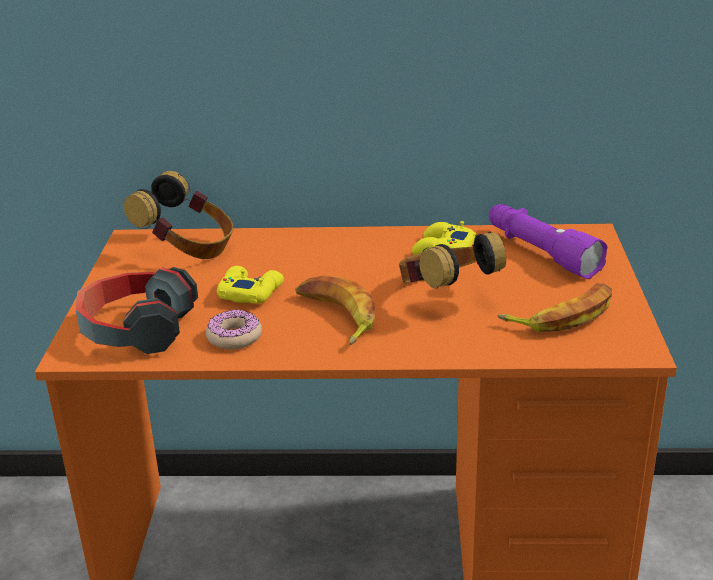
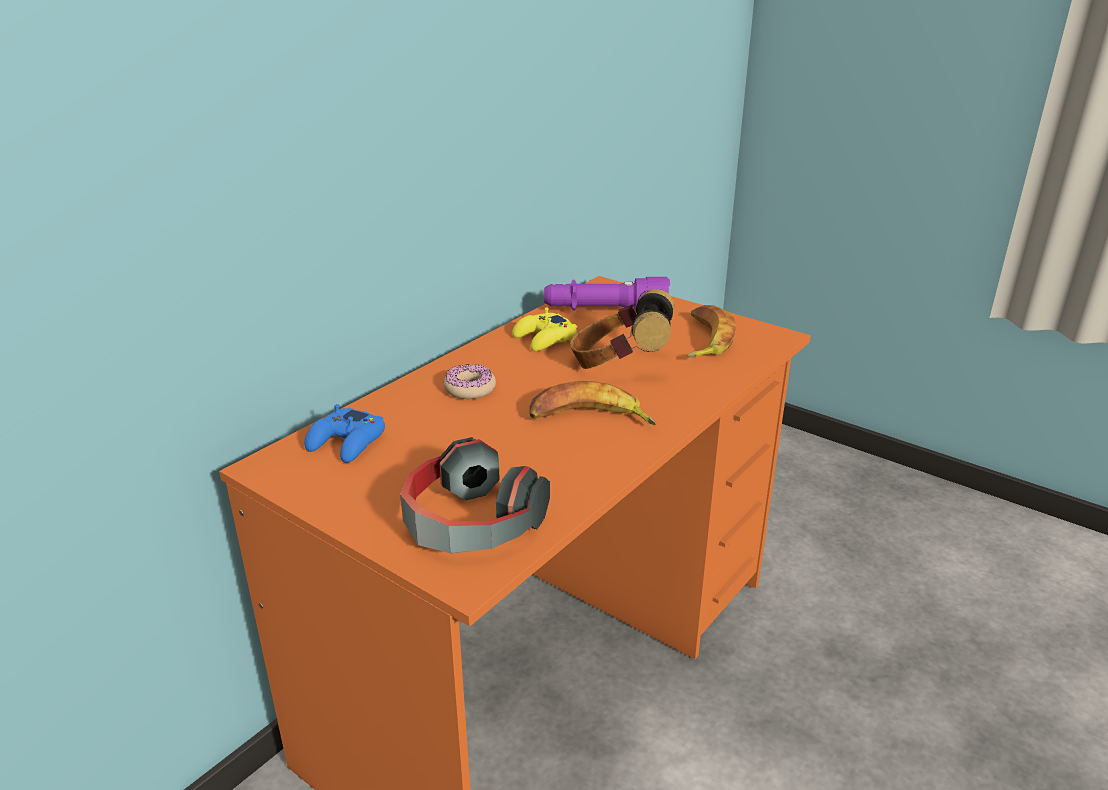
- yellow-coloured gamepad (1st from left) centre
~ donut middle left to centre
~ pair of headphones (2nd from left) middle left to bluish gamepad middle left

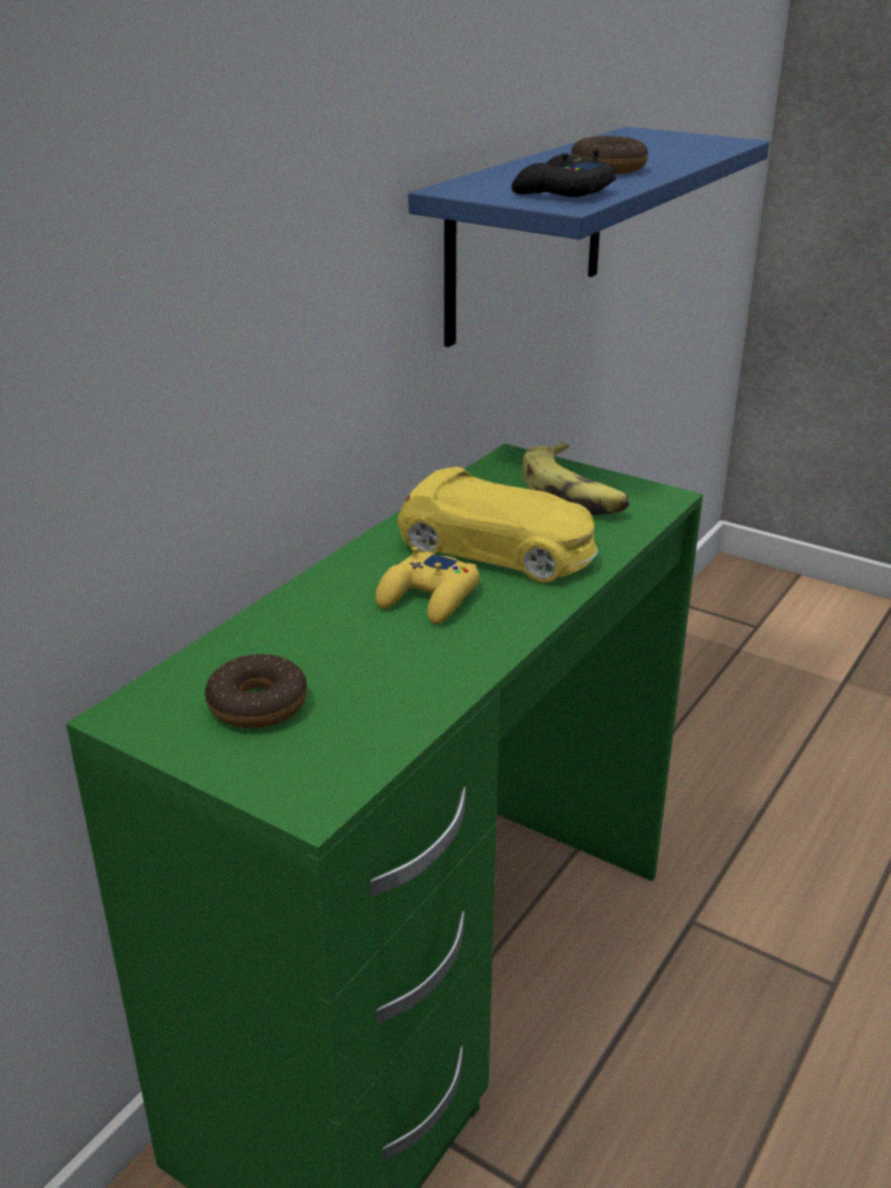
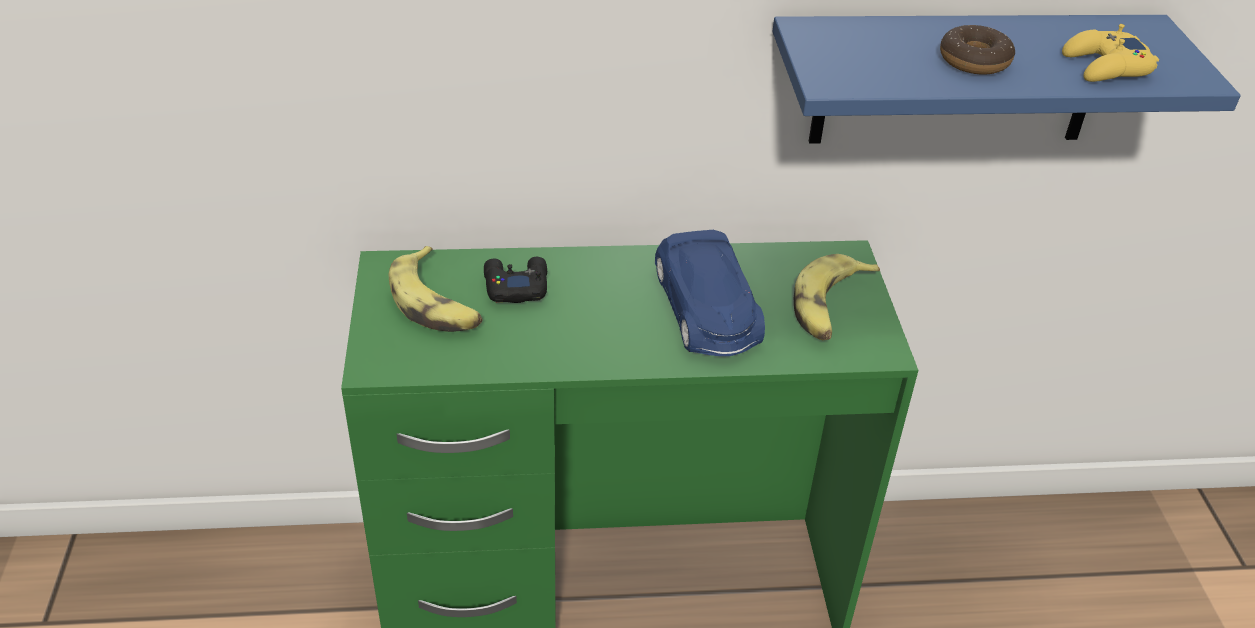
~ yellow-coloured gamepad centre to top right
~ black-coloured gamepad top centre to centre
~ donut (1st from left) middle left to whole banana (1st from left) centre
~ yellow-coloured miniature car centre to bluish miniature car centre

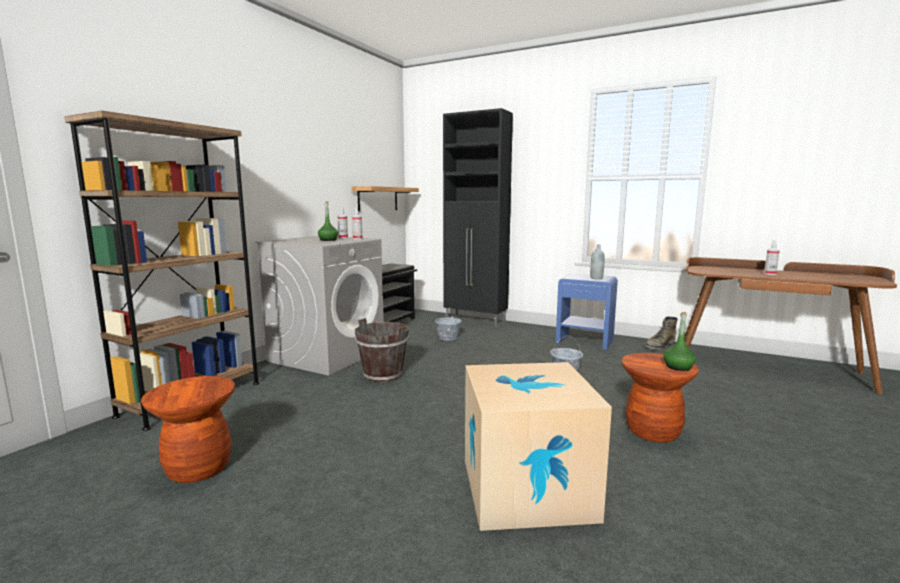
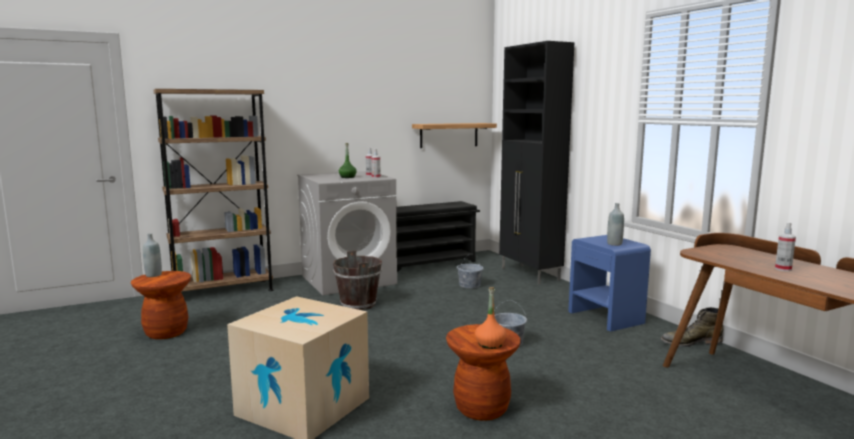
+ greyish drink bottle (1st from left) middle left
~ greenish drink bottle (2nd from left) middle right to orange drink bottle bottom centre

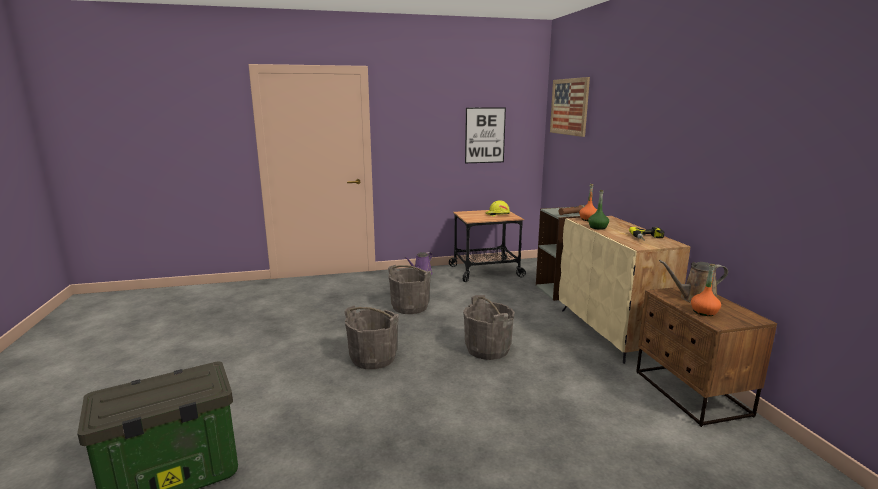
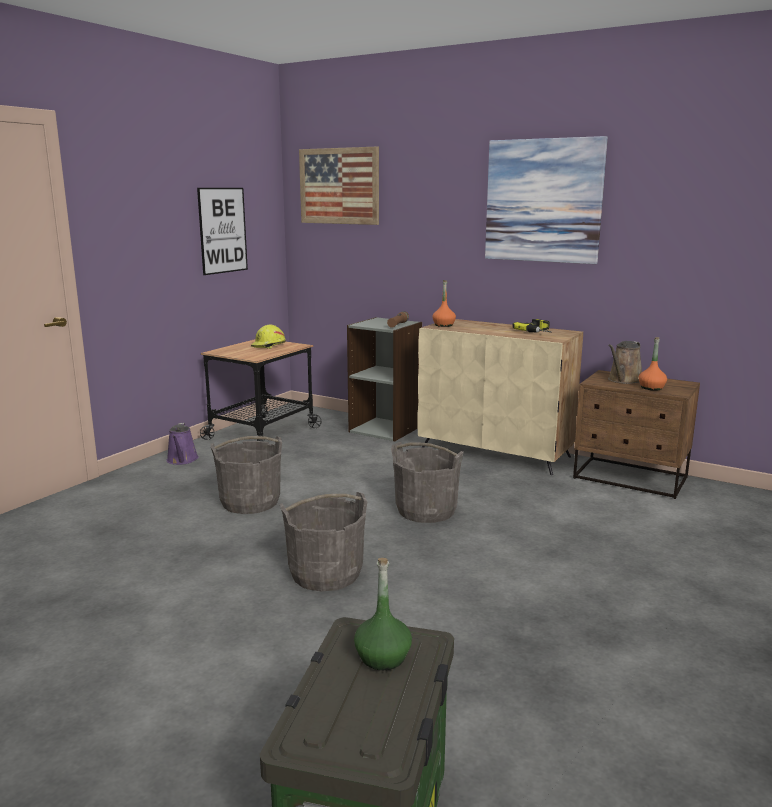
+ wall picture (3rd from left) top right
~ greenish drink bottle middle right to bottom centre

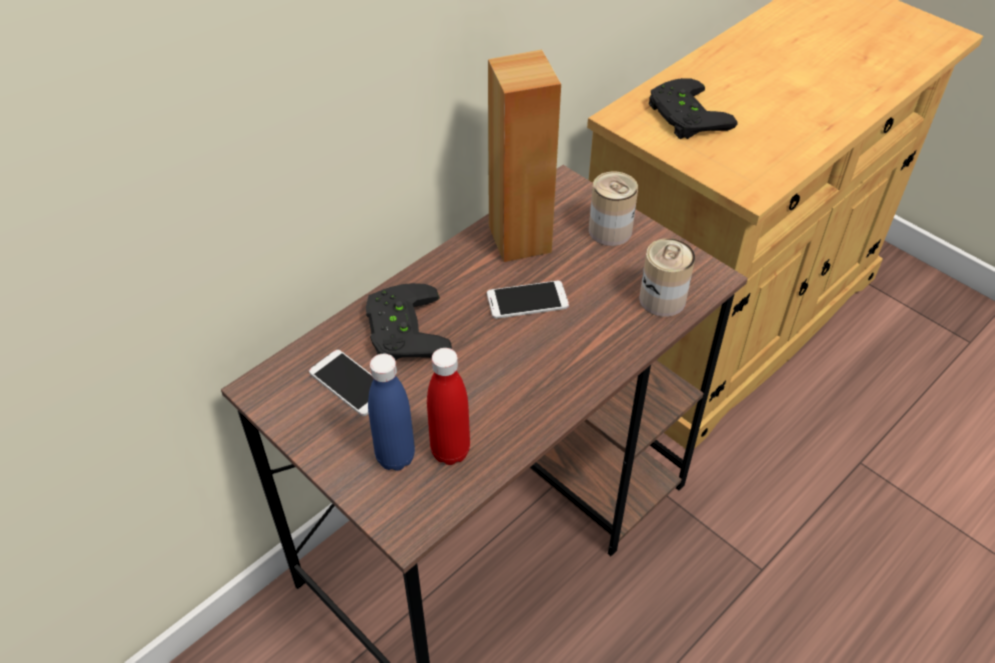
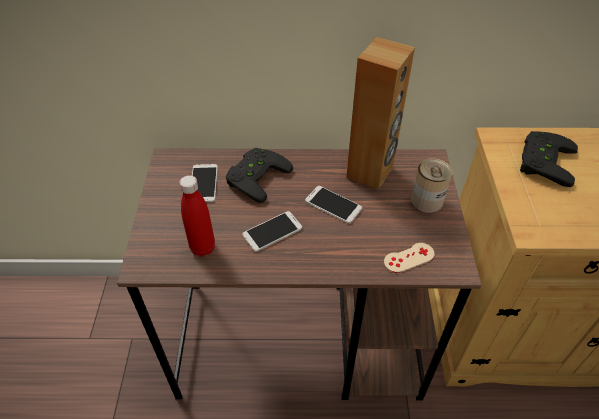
- bluish drink bottle centre
+ phone (2nd from left) centre
~ can (2nd from left) middle right to beige gamepad middle right

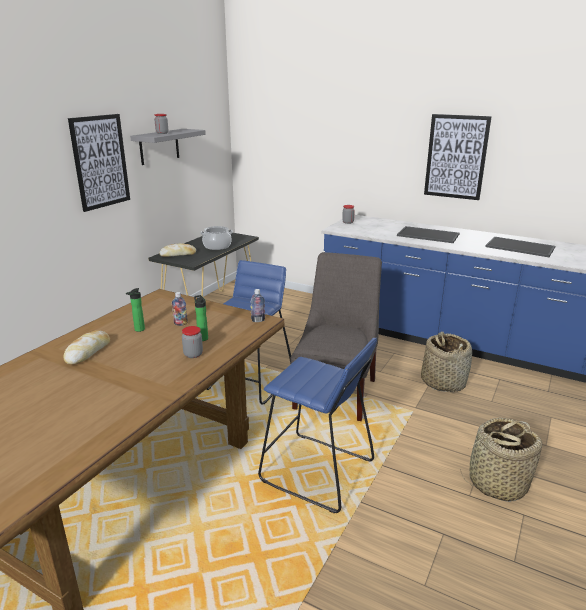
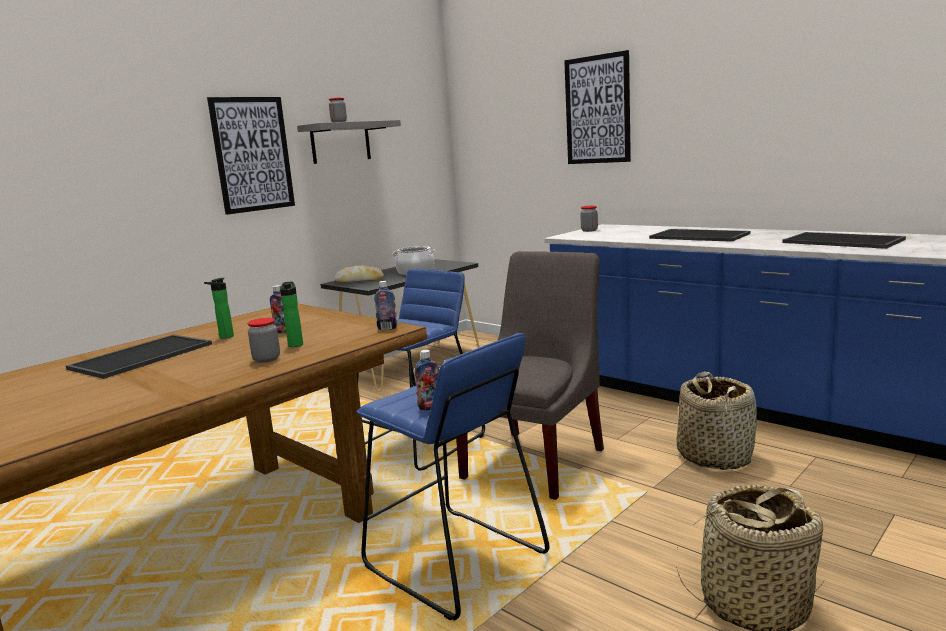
+ drink bottle (5th from left) centre
~ wall picture (2nd from left) top right to top centre
~ baked bread (1st from left) middle left to serving tray (1st from left) middle left

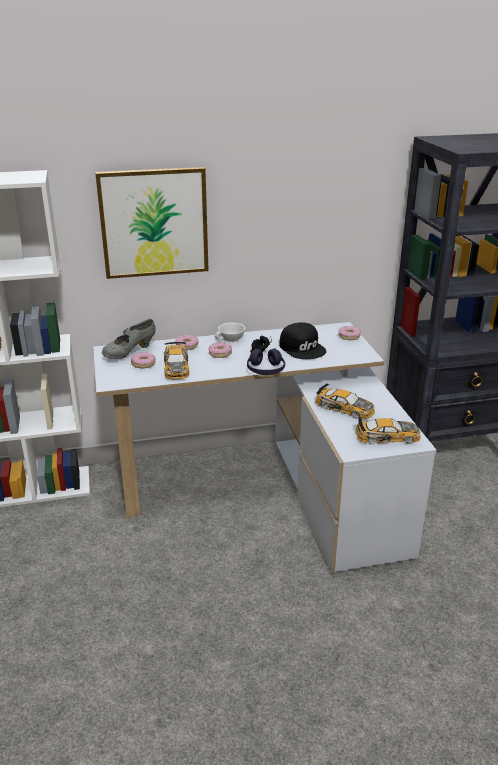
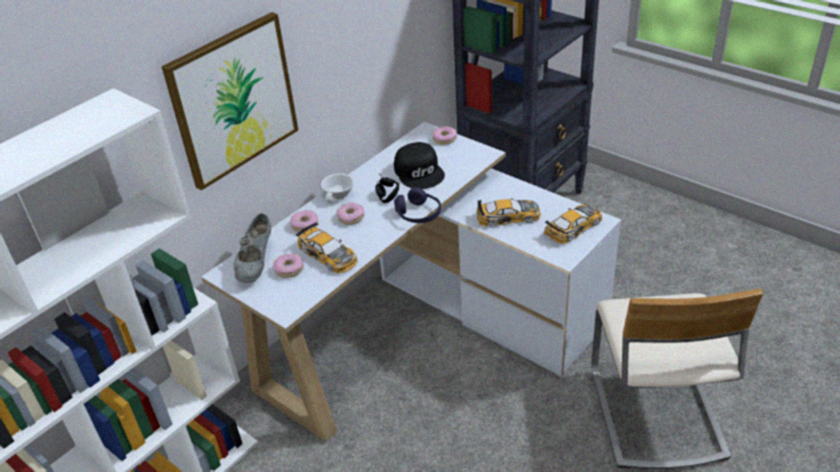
+ beige upright chair bottom right
~ black-coloured baseball cap centre = centre 45 degrees clockwise

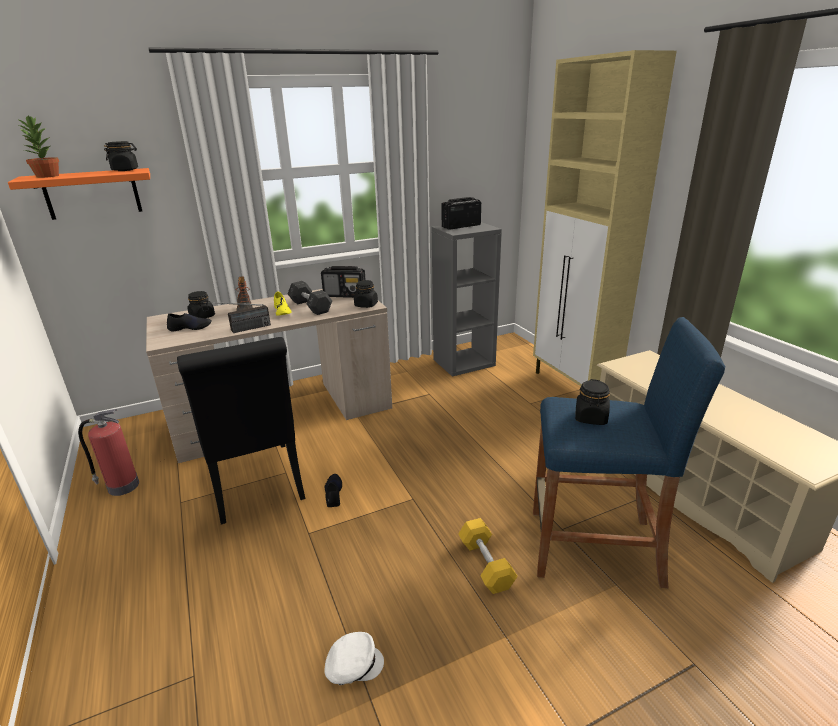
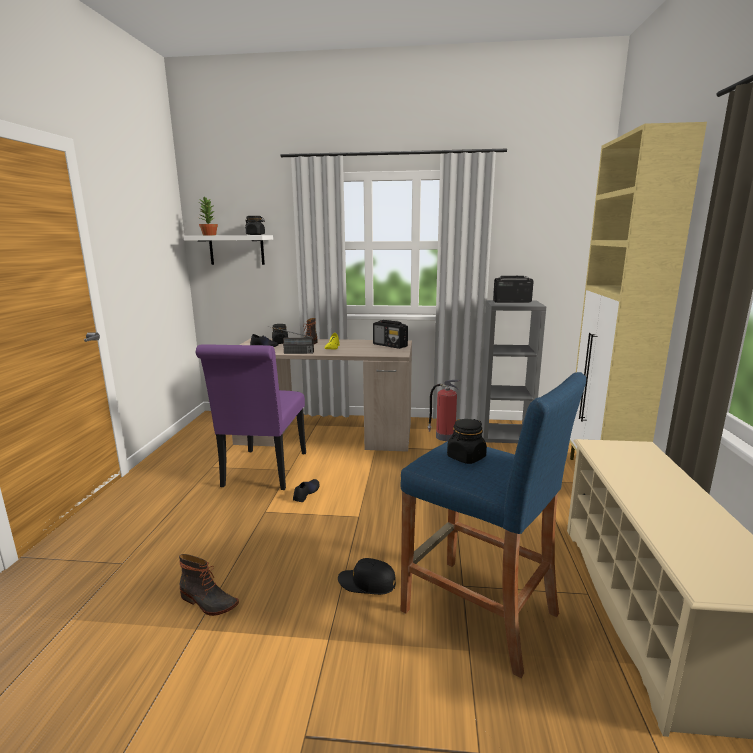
- greyish hand weight centre
- black-coloured jar (3rd from left) centre
~ fire extinguisher middle left to centre
~ white baseball cap bottom centre to tall boot (1st from left) bottom left
~ yellow-coloured hand weight bottom centre to black-coloured baseball cap bottom centre
~ orange wall shelf top left to white wall shelf top left
~ black-coloured upright chair middle left to purplish upright chair centre

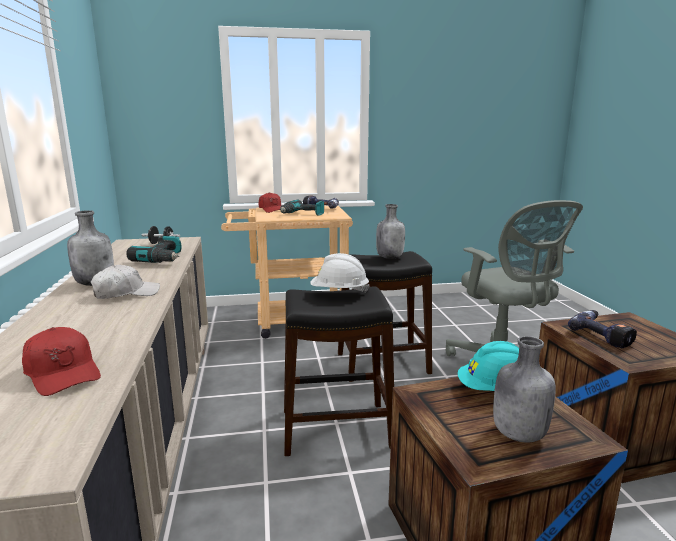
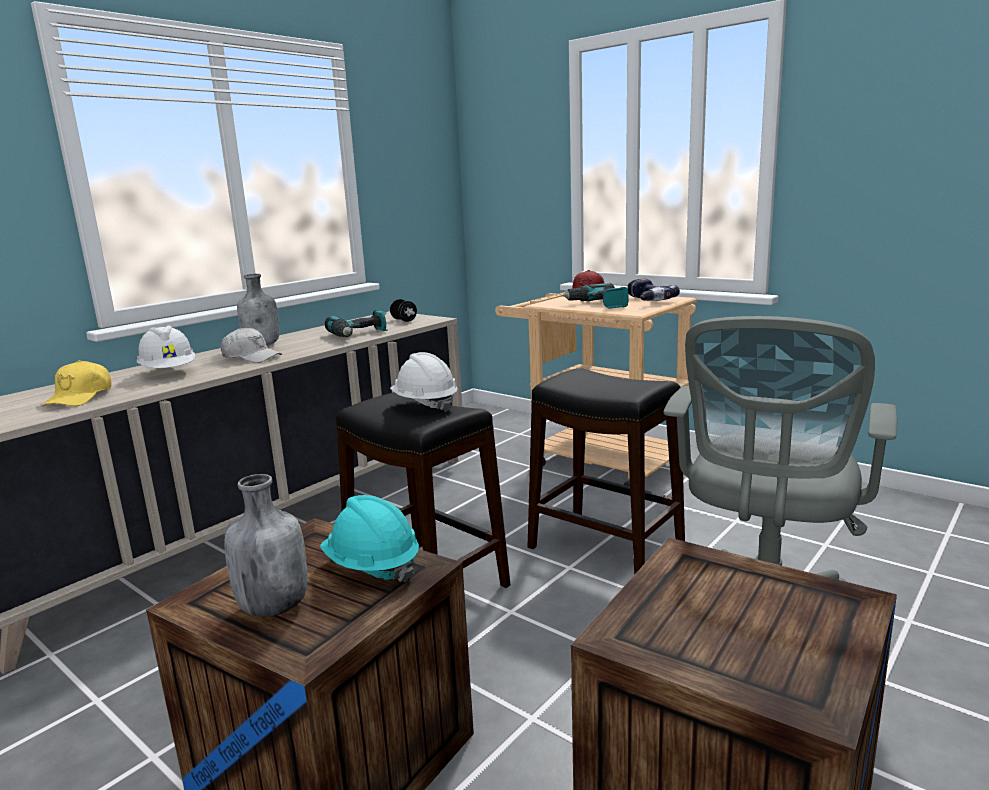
- greyish drink bottle (2nd from left) centre
- drill (4th from left) middle right
+ white work helmet (1st from left) middle left
~ red baseball cap (1st from left) bottom left to yellow-coloured baseball cap middle left

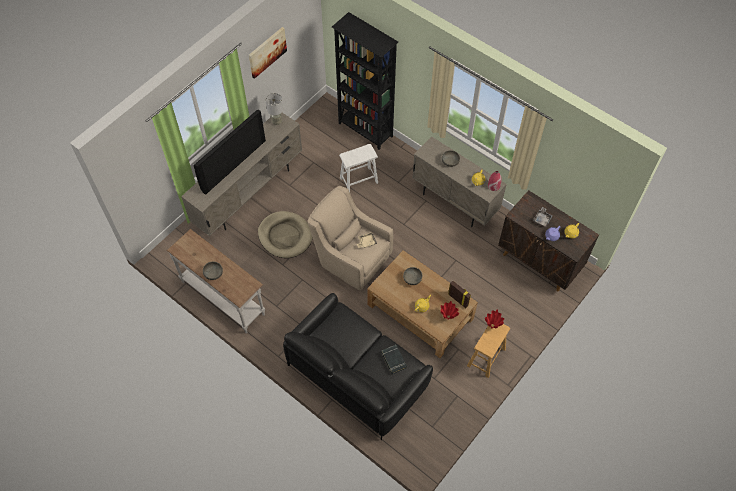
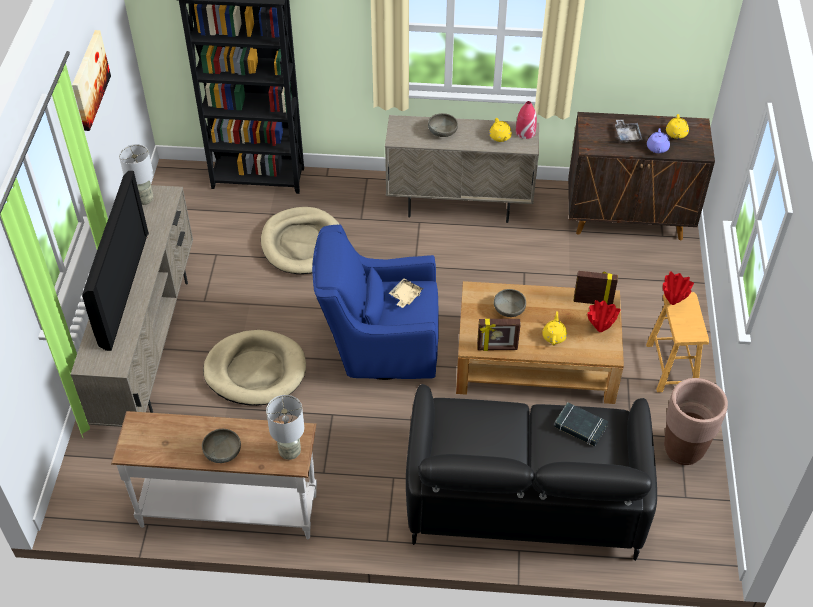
+ greyish lamp for a table (2nd from left) bottom centre
+ standing frame (1st from left) centre
+ brownish planter bottom right
~ white stool centre to beige pet bed (2nd from left) centre
~ beige lounge chair centre to bluish lounge chair centre

